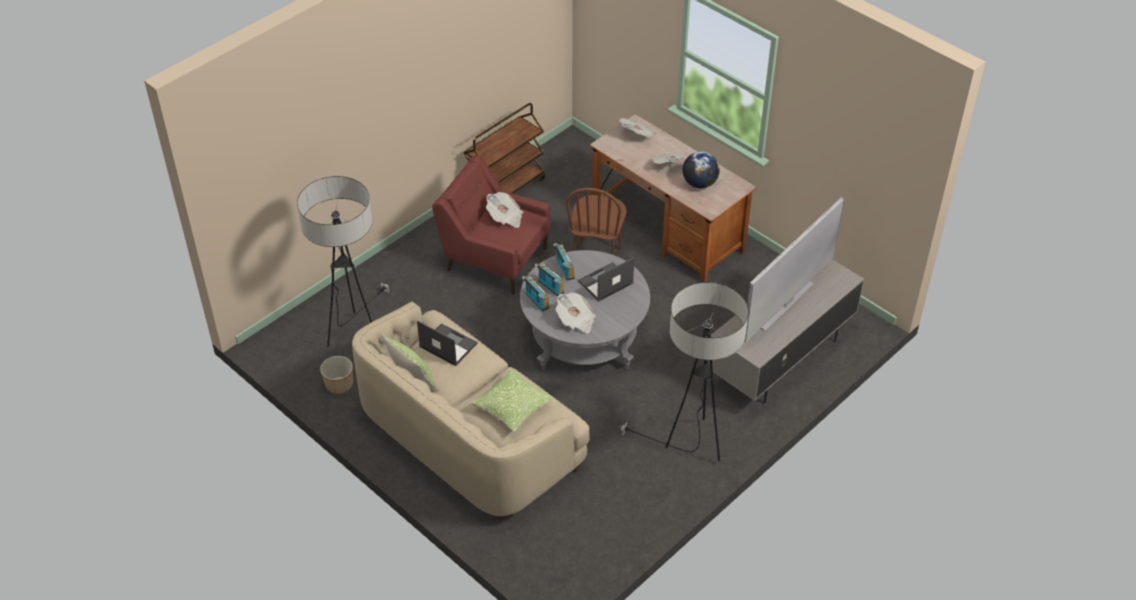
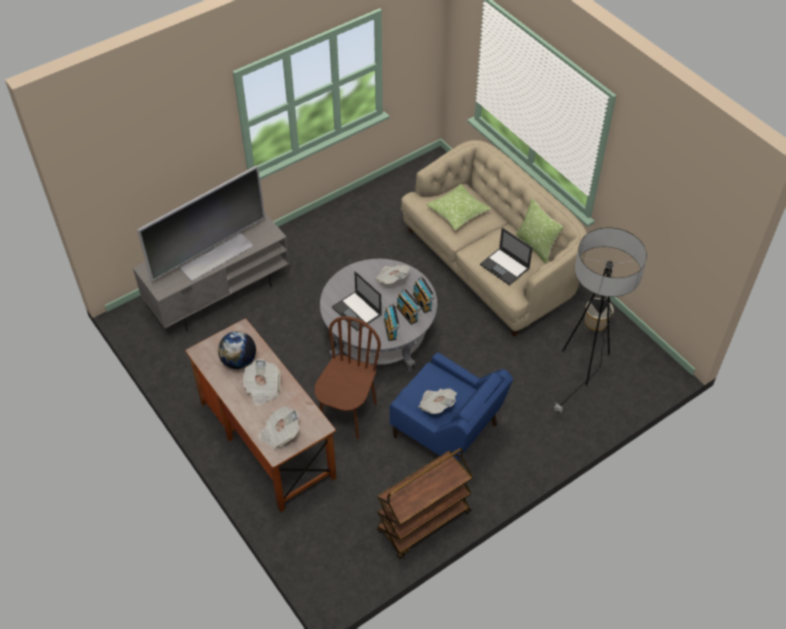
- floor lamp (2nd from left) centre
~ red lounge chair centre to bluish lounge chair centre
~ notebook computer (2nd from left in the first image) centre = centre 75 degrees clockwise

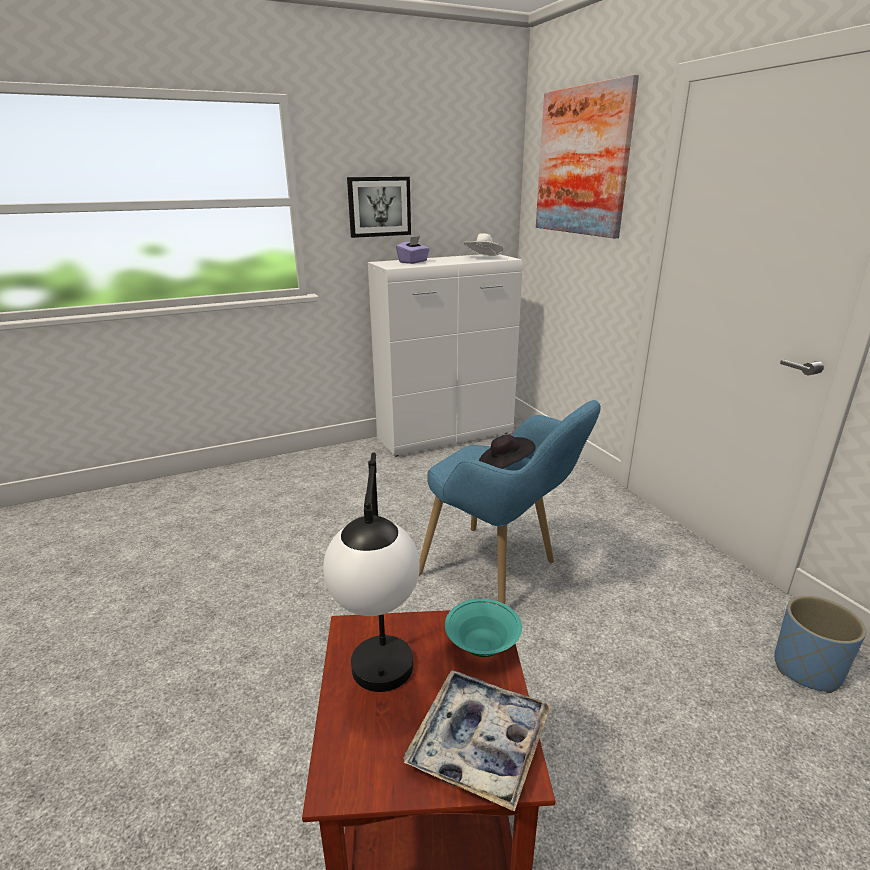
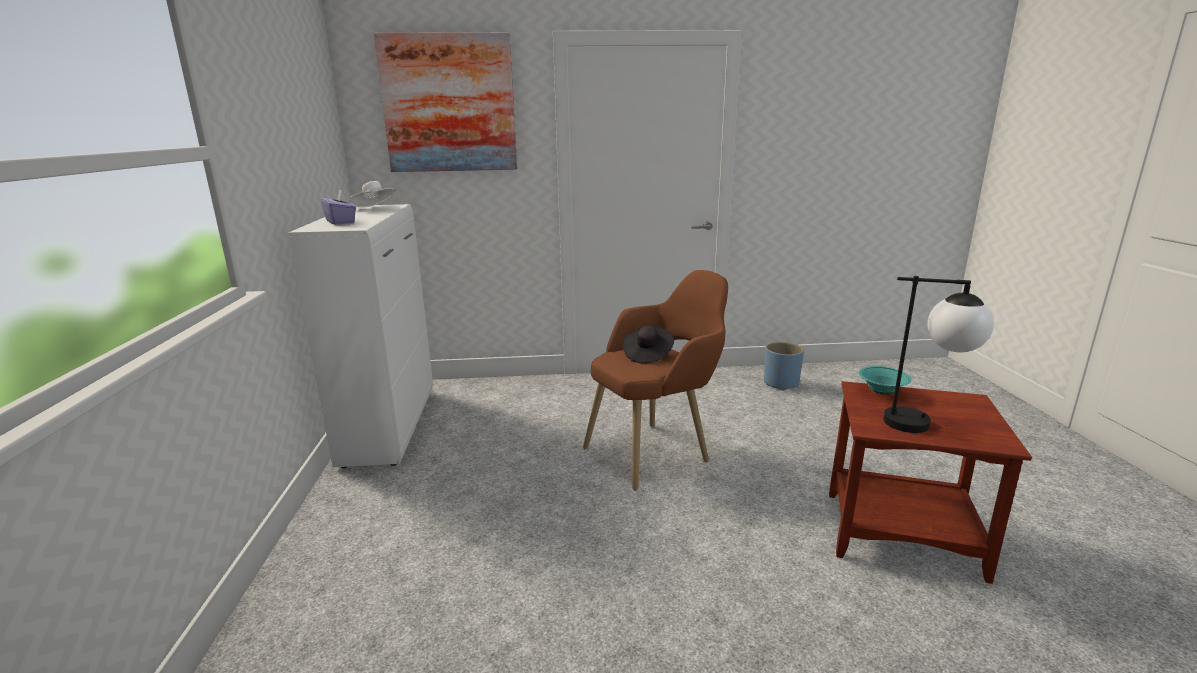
- wall picture (1st from left) top centre
- serving tray bottom centre
~ bluish lounge chair centre to brownish lounge chair centre

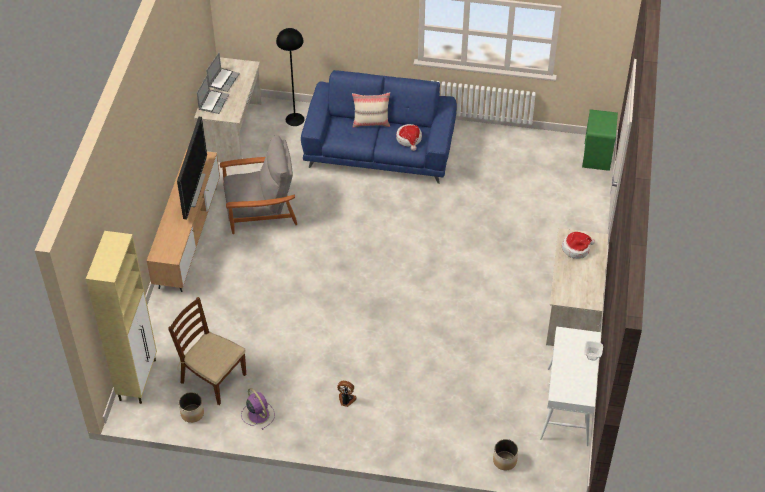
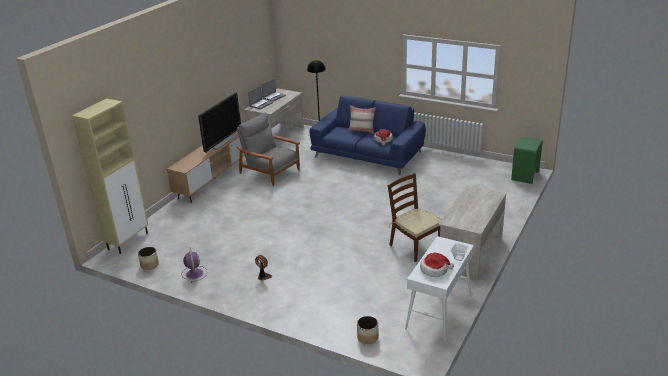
~ brownish upright chair bottom left to centre
~ wearable hat (2nd from left) middle right to bottom centre
~ greyish lounge chair centre = centre 150 degrees counterclockwise

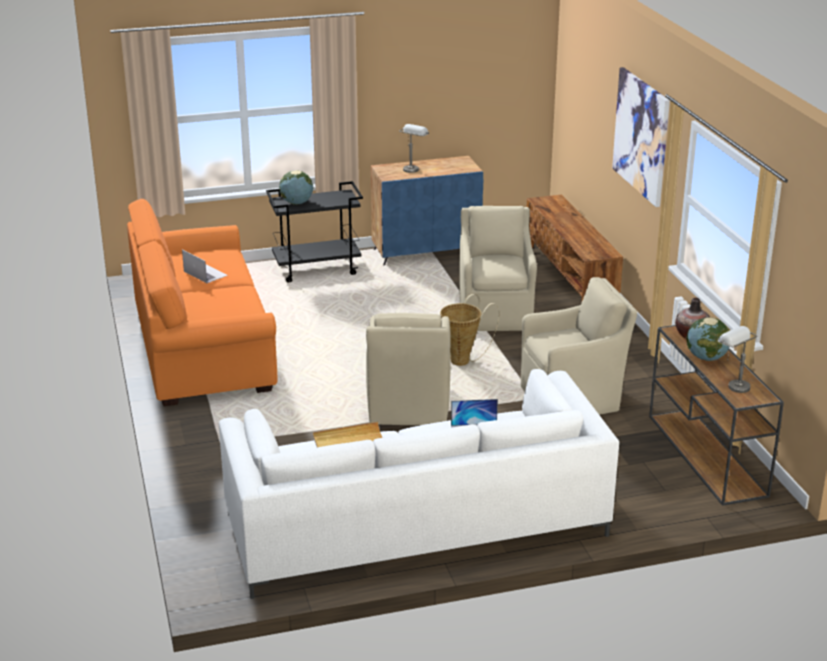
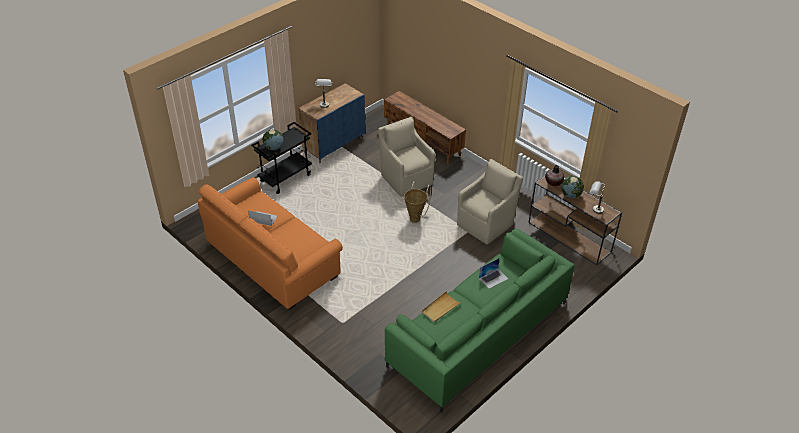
- beige lounge chair (1st from left) centre
- wall picture top right
~ white settee bottom centre to greenish settee bottom centre

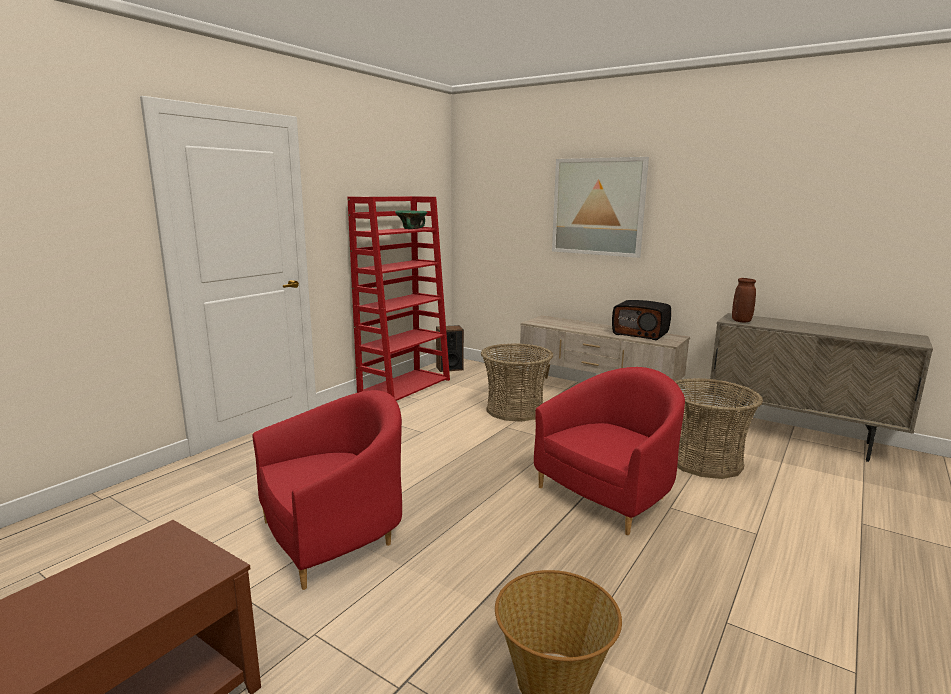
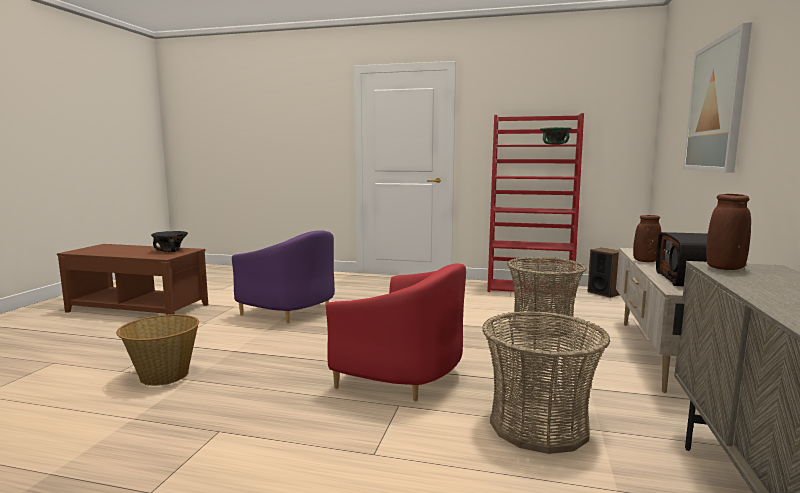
+ black-coloured deep dish middle left
+ brownish vase (1st from left) middle right
~ red lounge chair (1st from left) bottom centre to purplish lounge chair centre

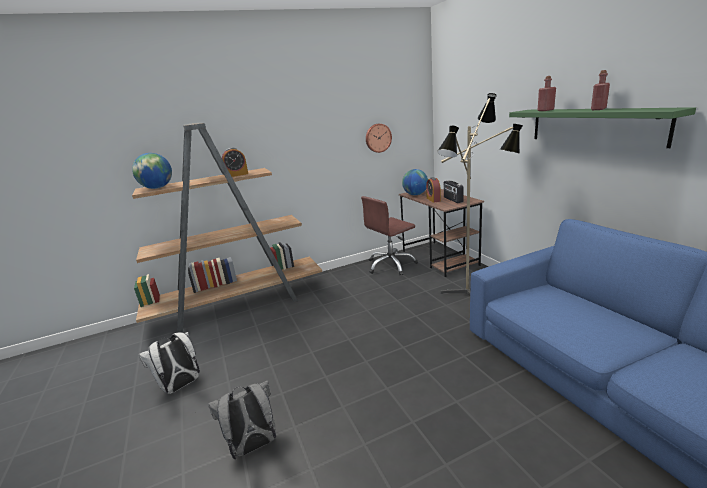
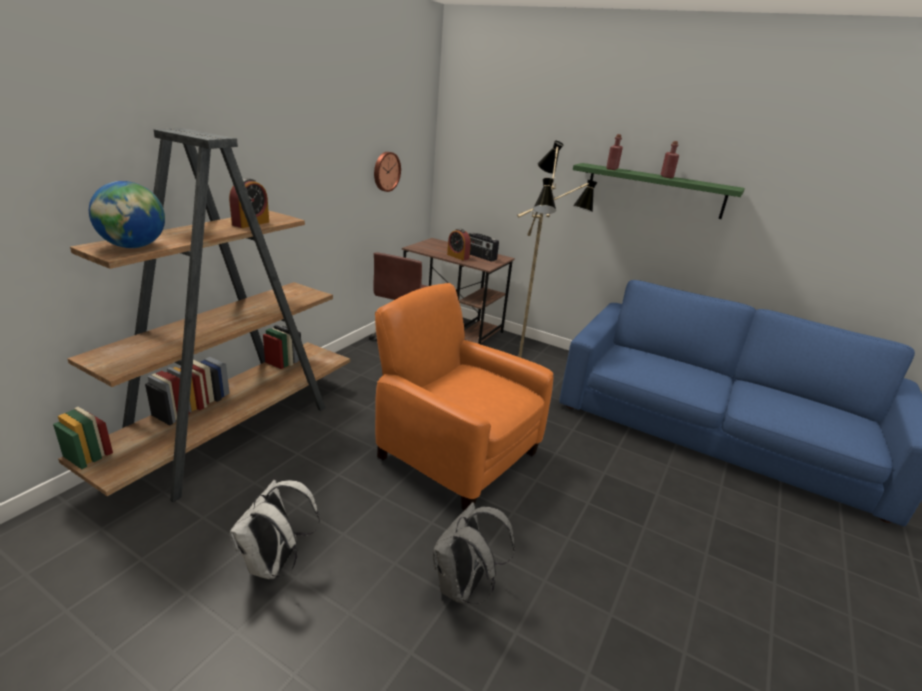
- globe (2nd from left) centre
+ orange lounge chair centre

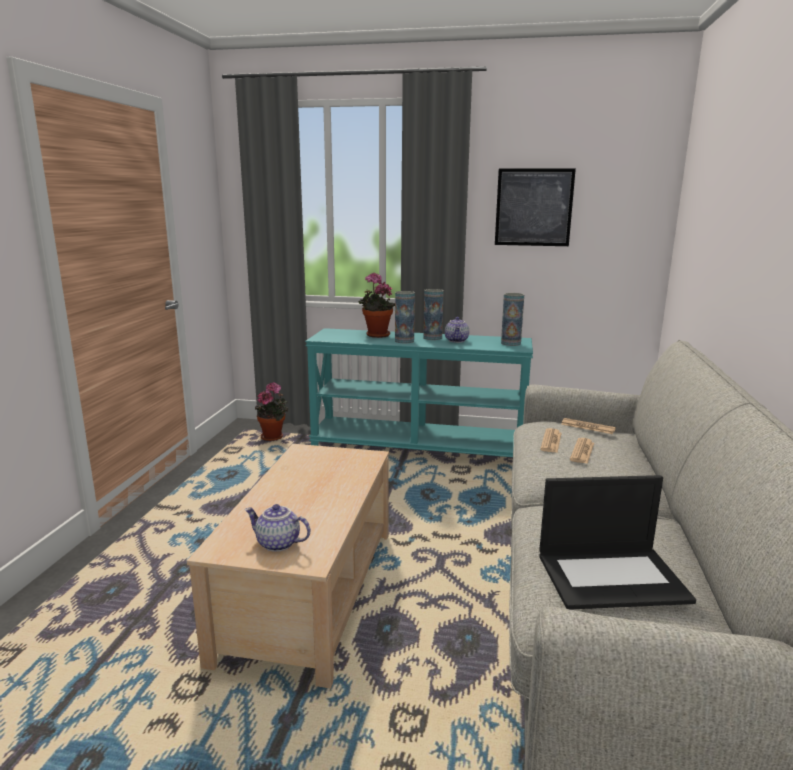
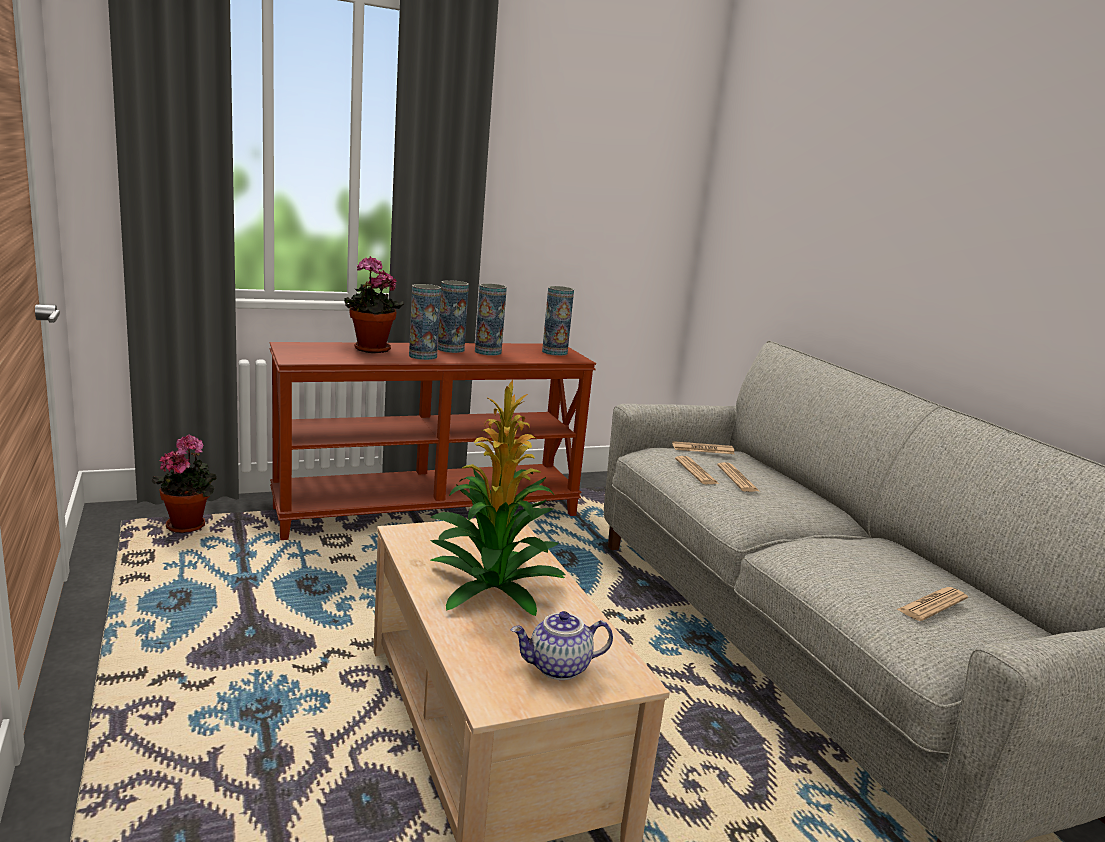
- wall picture top right
+ plant in a pot (3rd from left) centre
~ teapot (2nd from left) centre to vase (3rd from left) centre
~ notebook computer bottom right to newspaper (4th from left) bottom right
~ blue-green hall table centre to brownish hall table centre

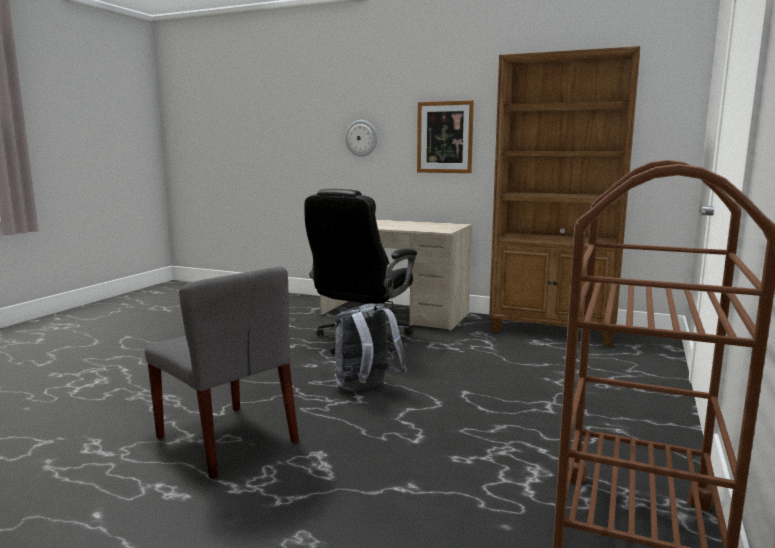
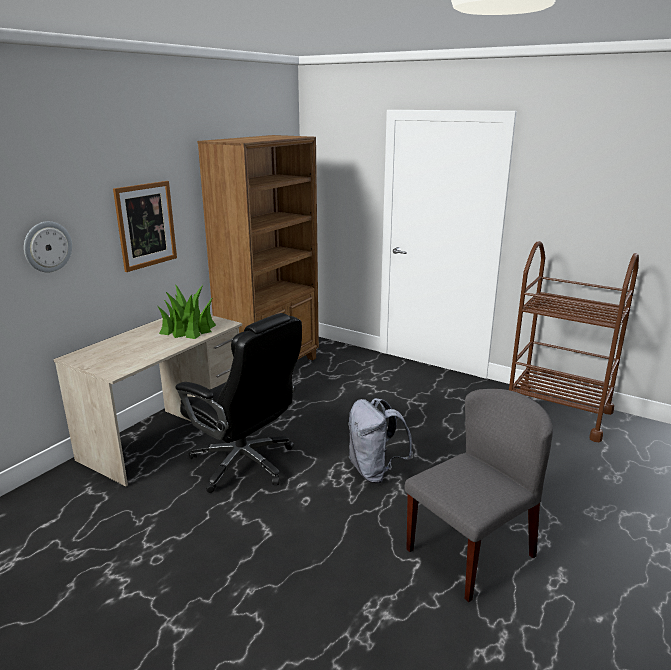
+ plant in a pot middle left

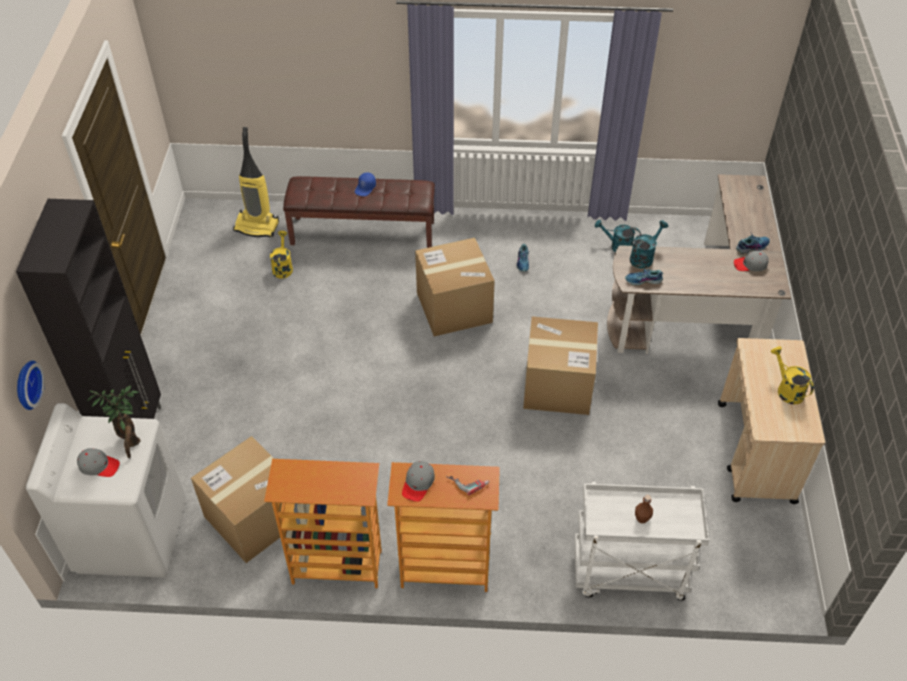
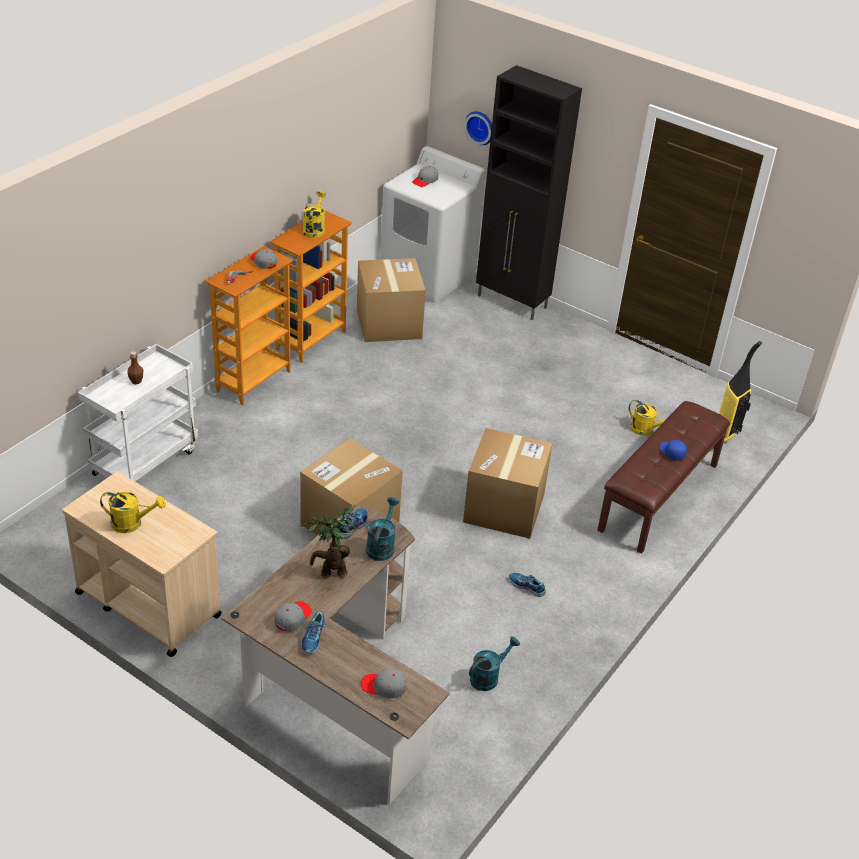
+ yellow-coloured watering can (2nd from left) top centre
+ greyish baseball cap (3rd from left) bottom centre
~ plant in a pot middle left to centre
~ blue-green watering can (2nd from left in the first image) middle right = centre 150 degrees counterclockwise

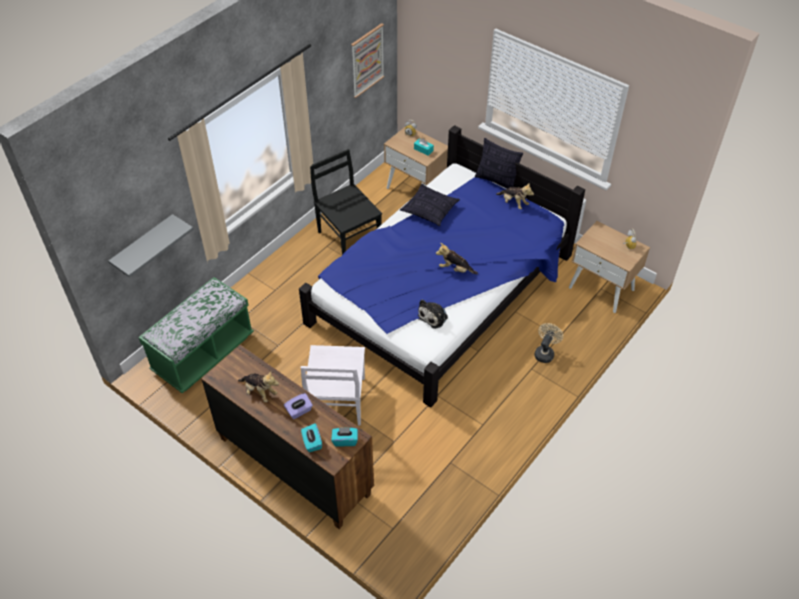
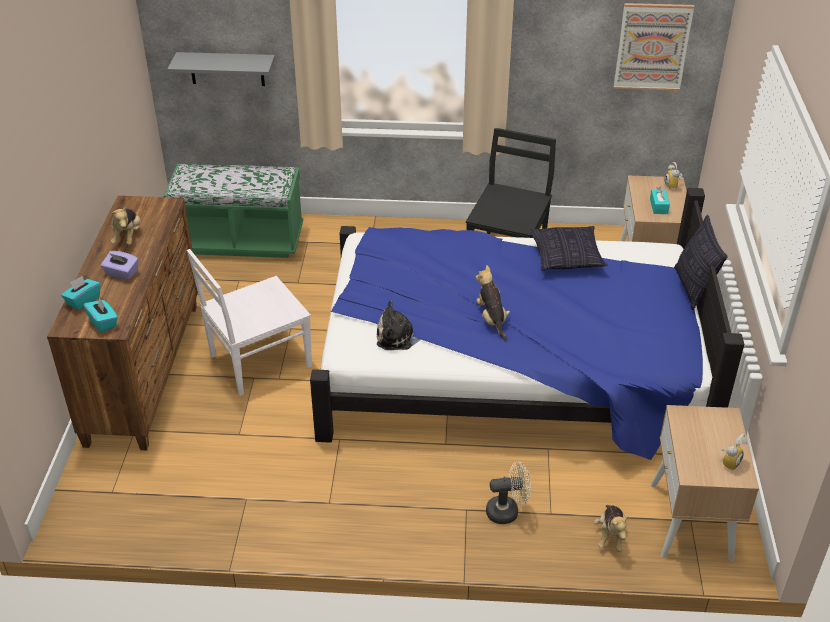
~ soft toy (4th from left) top centre to bottom right

